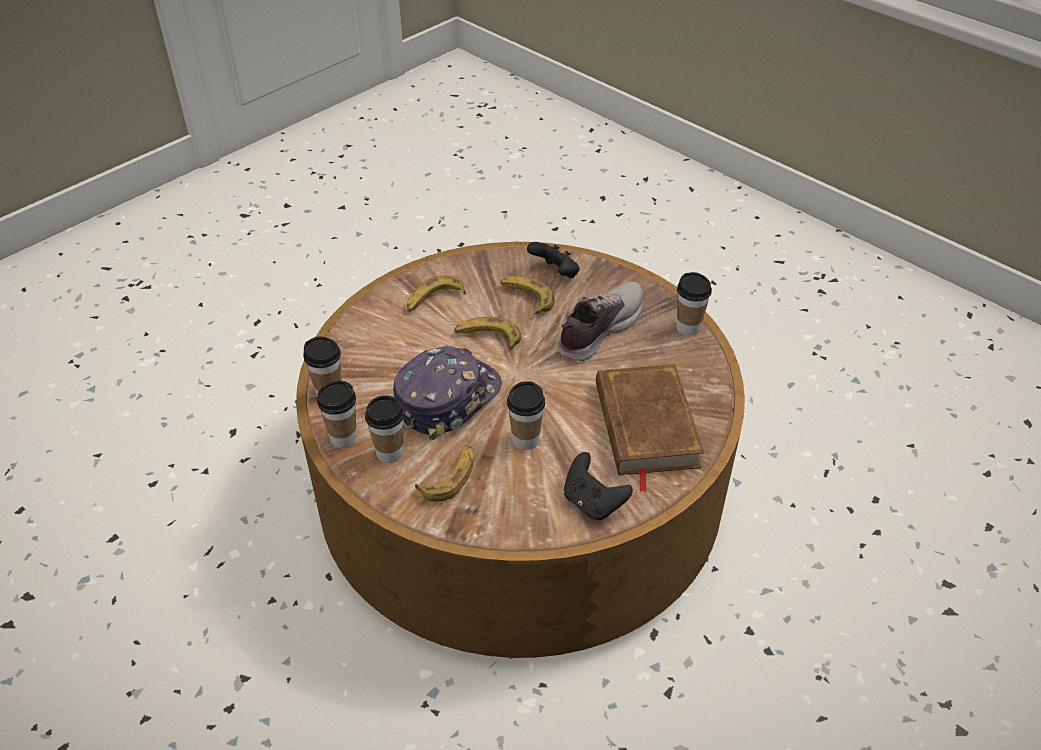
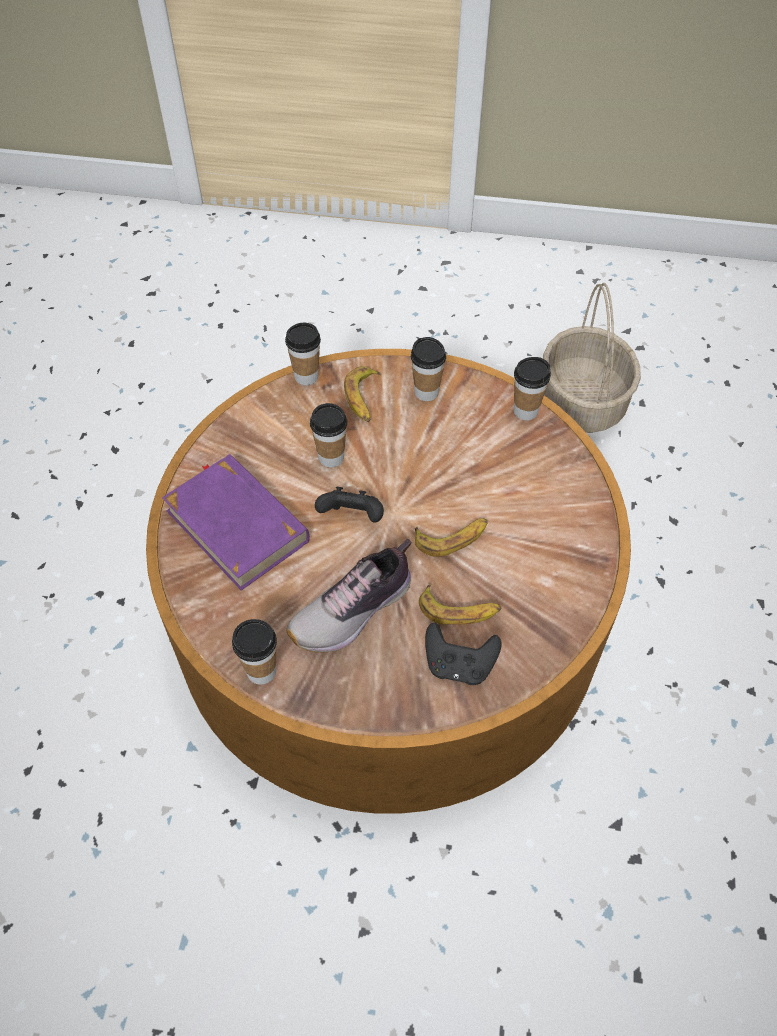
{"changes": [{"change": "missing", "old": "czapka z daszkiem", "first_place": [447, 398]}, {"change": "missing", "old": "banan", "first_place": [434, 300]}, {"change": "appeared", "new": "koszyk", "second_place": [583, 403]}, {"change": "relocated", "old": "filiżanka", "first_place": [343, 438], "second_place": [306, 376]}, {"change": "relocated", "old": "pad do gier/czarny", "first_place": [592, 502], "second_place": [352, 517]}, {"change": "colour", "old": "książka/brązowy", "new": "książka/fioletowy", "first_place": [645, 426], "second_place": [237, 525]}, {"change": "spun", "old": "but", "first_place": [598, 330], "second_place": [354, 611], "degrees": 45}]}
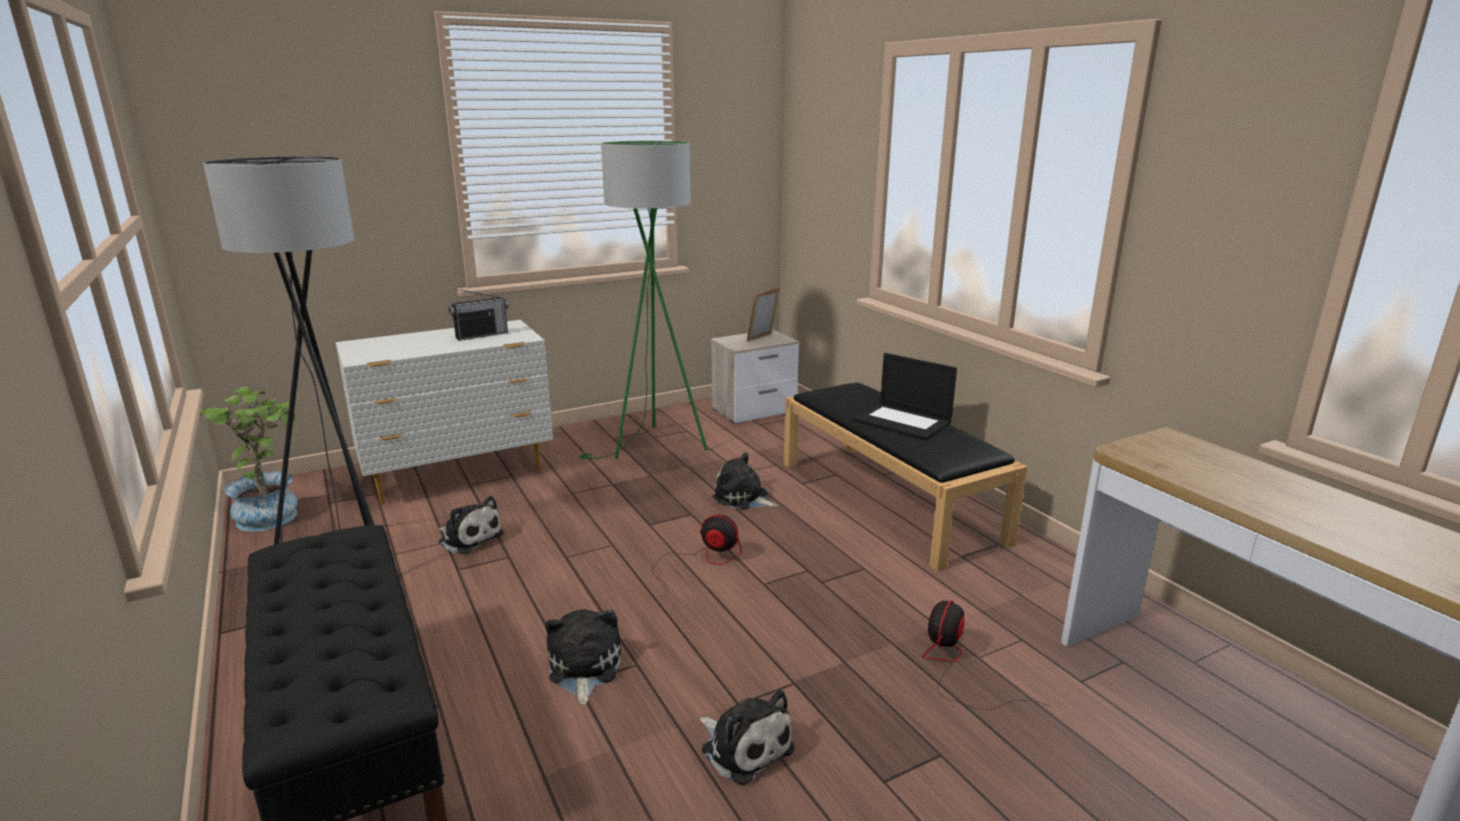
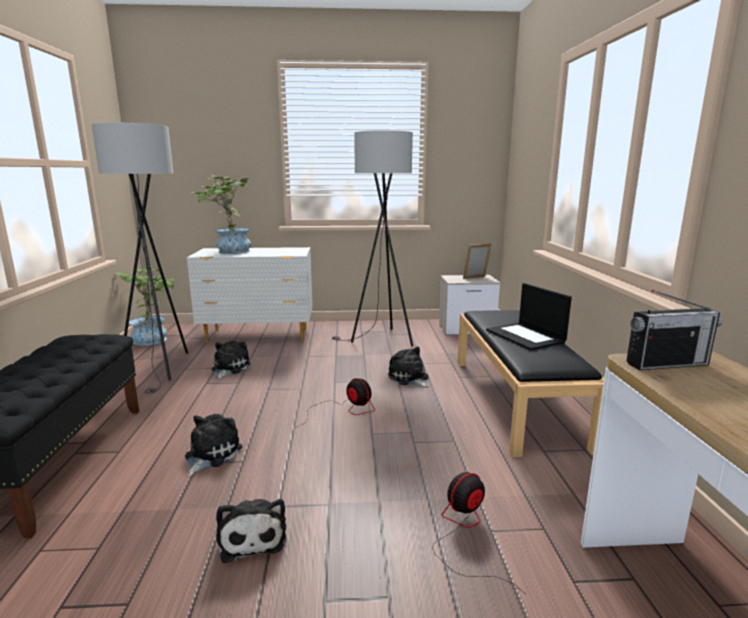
{"changes": [{"change": "appeared", "new": "roślina doniczkowa", "second_place": [229, 251]}, {"change": "relocated", "old": "radio", "first_place": [481, 335], "second_place": [666, 364]}, {"change": "colour", "old": "lampa stojąca/zielony", "new": "lampa stojąca/szary", "first_place": [653, 447], "second_place": [380, 340]}, {"change": "spun", "old": "pluszak", "first_place": [469, 538], "second_place": [229, 368], "degrees": -135}]}
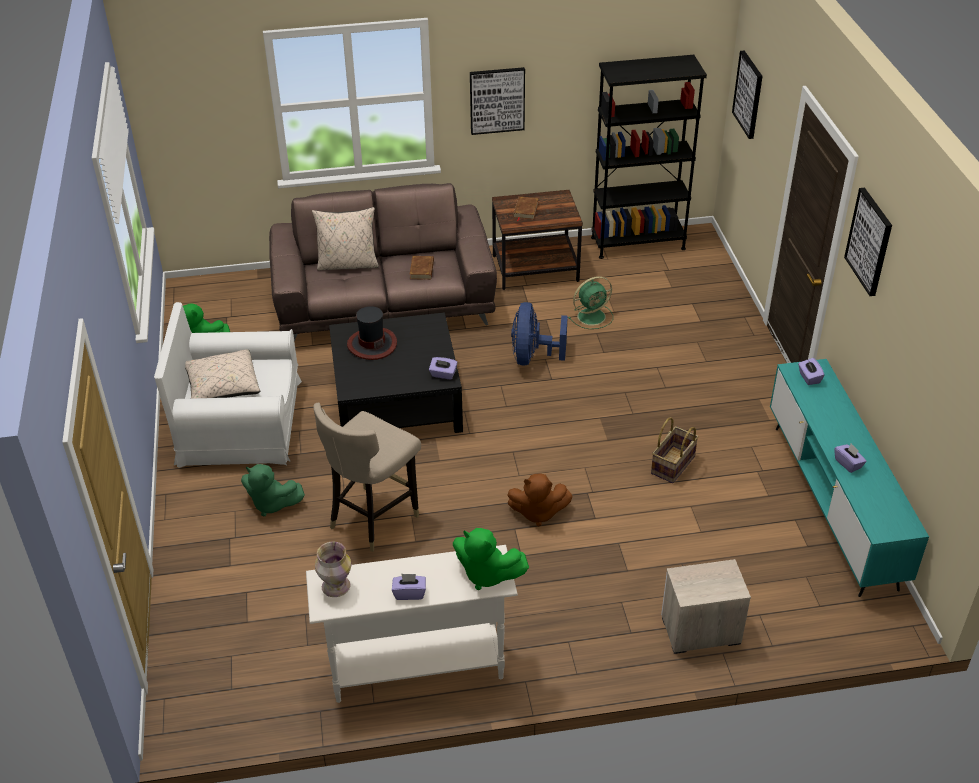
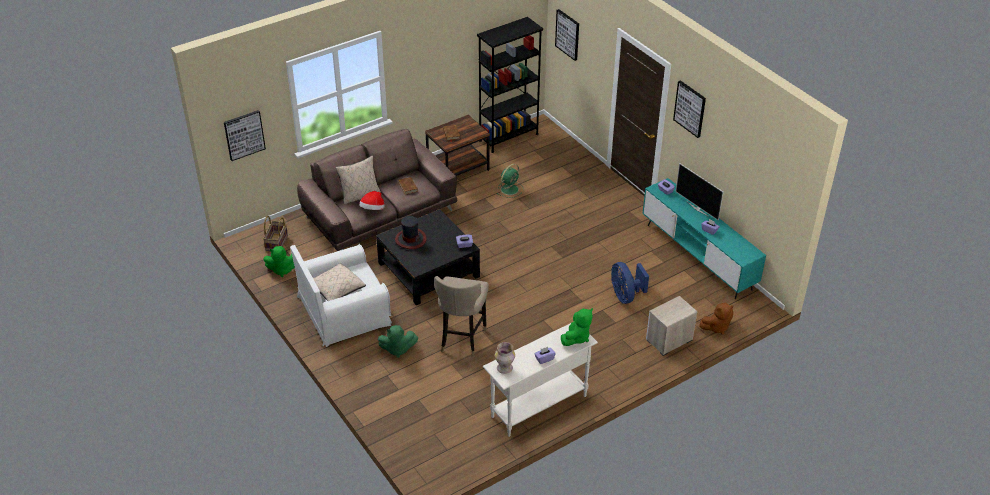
{"changes": [{"change": "appeared", "new": "kapelusz", "second_place": [373, 209]}, {"change": "appeared", "new": "telewizor", "second_place": [698, 208]}, {"change": "relocated", "old": "obraz", "first_place": [497, 100], "second_place": [244, 135]}, {"change": "relocated", "old": "pluszak/brązowy", "first_place": [538, 512], "second_place": [716, 327]}, {"change": "relocated", "old": "wentylator/niebieski", "first_place": [533, 357], "second_place": [625, 295]}, {"change": "relocated", "old": "koszyk", "first_place": [673, 465], "second_place": [277, 243]}, {"change": "spun", "old": "pluszak/zielony", "first_place": [486, 574], "second_place": [576, 337], "degrees": -60}]}
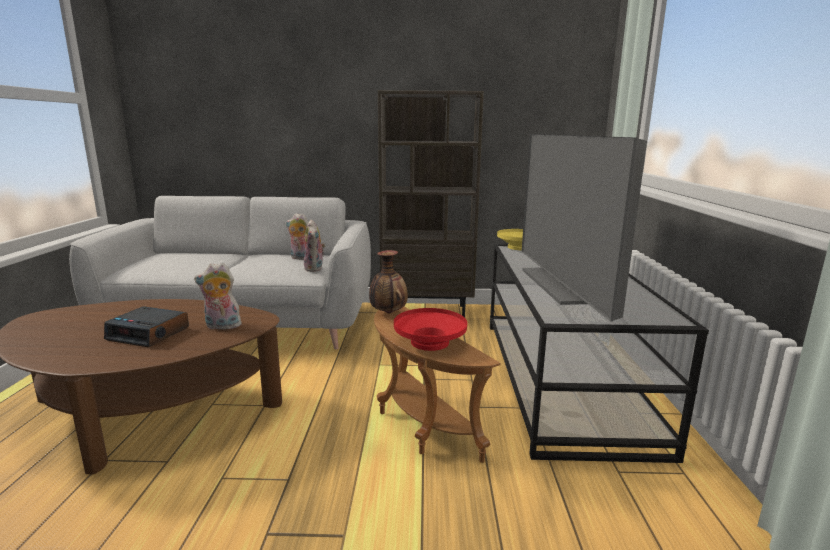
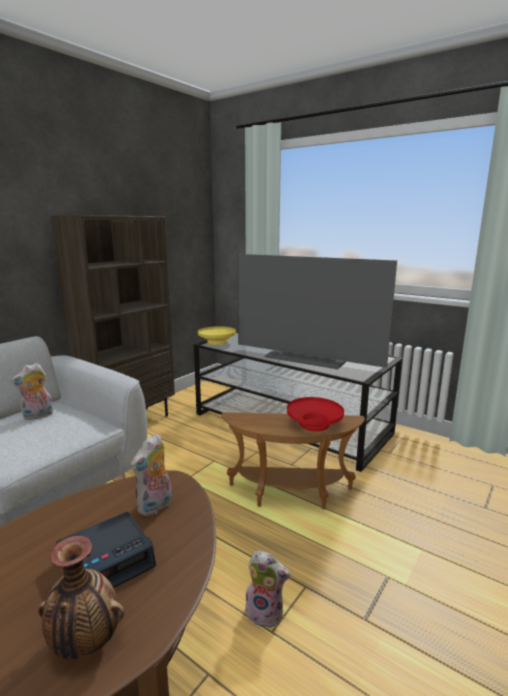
{"changes": [{"change": "relocated", "old": "pluszak", "first_place": [315, 268], "second_place": [266, 612]}, {"change": "relocated", "old": "wazon", "first_place": [388, 313], "second_place": [85, 643]}]}
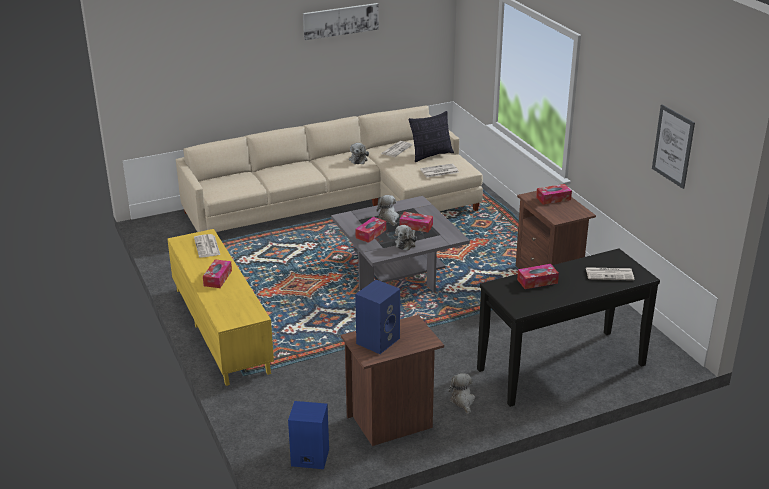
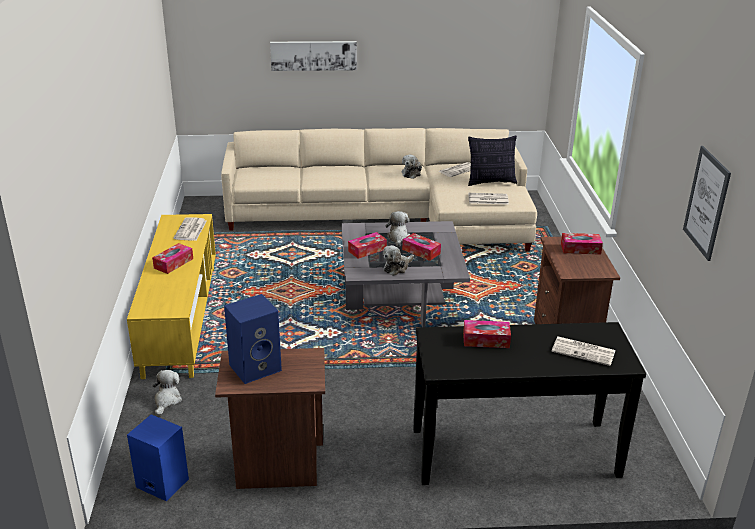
{"changes": [{"change": "relocated", "old": "obraz", "first_place": [340, 21], "second_place": [313, 55]}, {"change": "relocated", "old": "pluszak", "first_place": [463, 401], "second_place": [167, 400]}]}
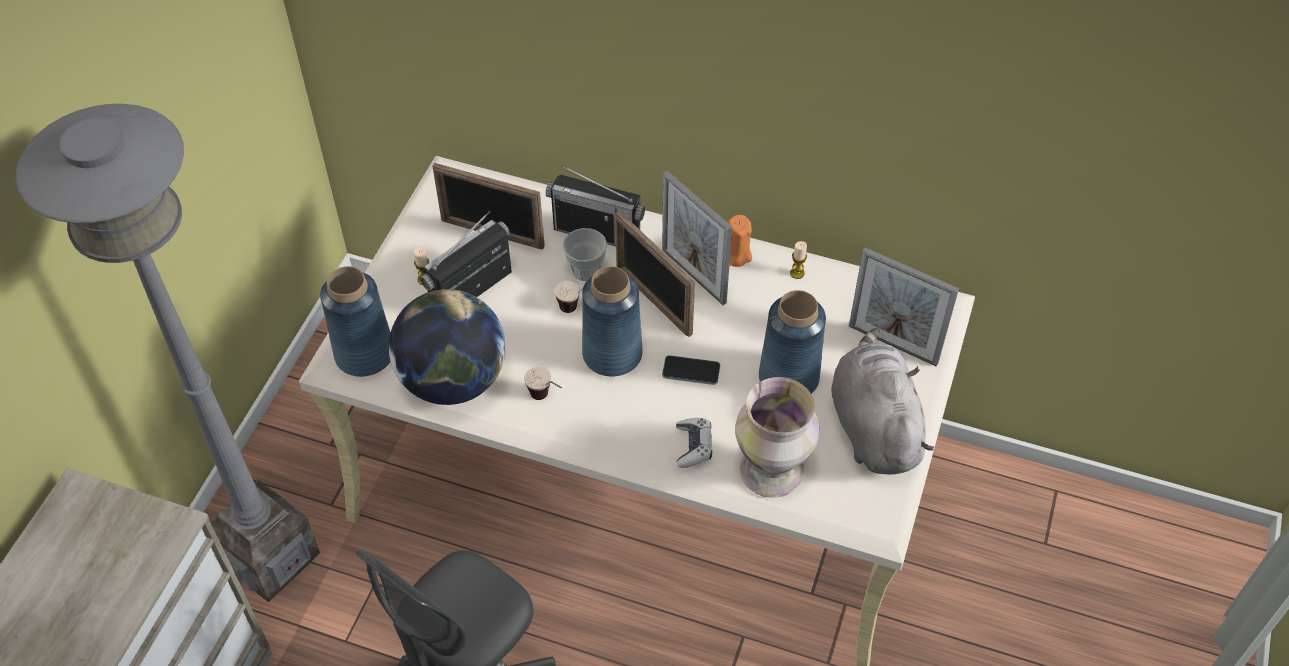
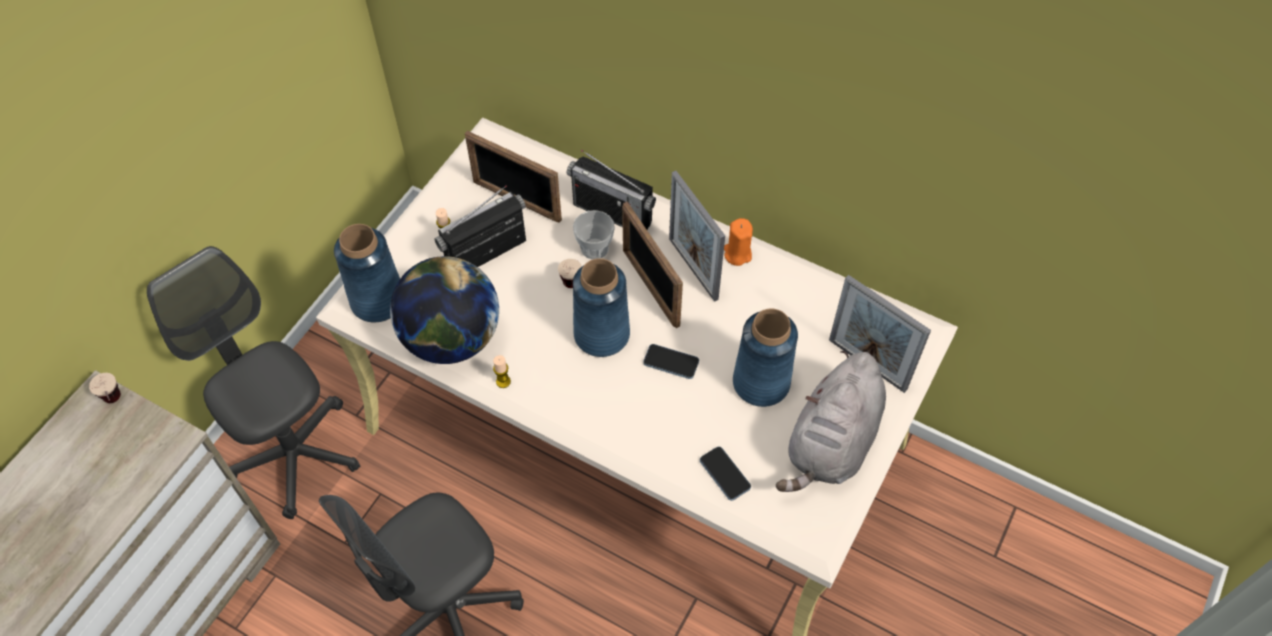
{"changes": [{"change": "missing", "old": "pad do gier", "first_place": [693, 446]}, {"change": "relocated", "old": "filiżanka", "first_place": [546, 399], "second_place": [116, 403]}, {"change": "relocated", "old": "świeca", "first_place": [797, 273], "second_place": [503, 381]}, {"change": "exchanged", "old": "lampa stojąca/szary", "new": "krzesło biurowe/szary", "first_place": [270, 557], "second_place": [295, 455]}, {"change": "exchanged", "old": "wazon", "new": "telefon", "first_place": [771, 472], "second_place": [725, 474]}, {"change": "spun", "old": "pluszak/szary", "first_place": [873, 426], "second_place": [831, 443], "degrees": -150}]}
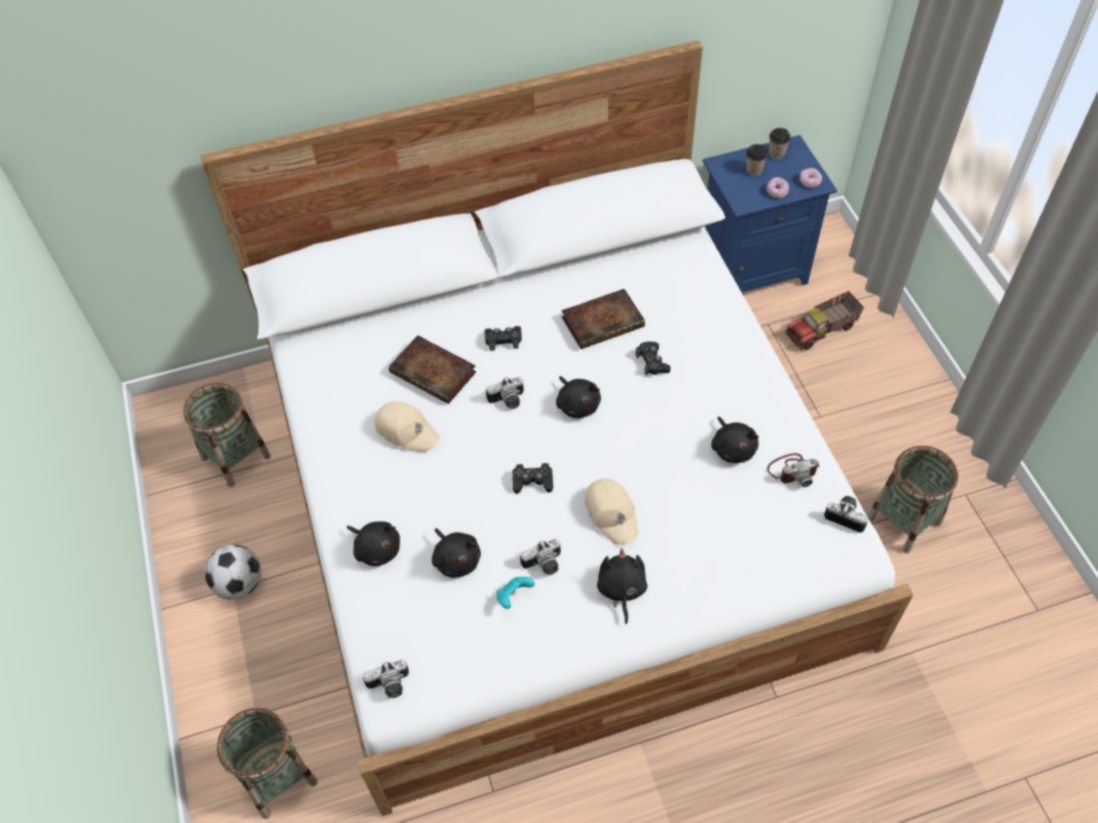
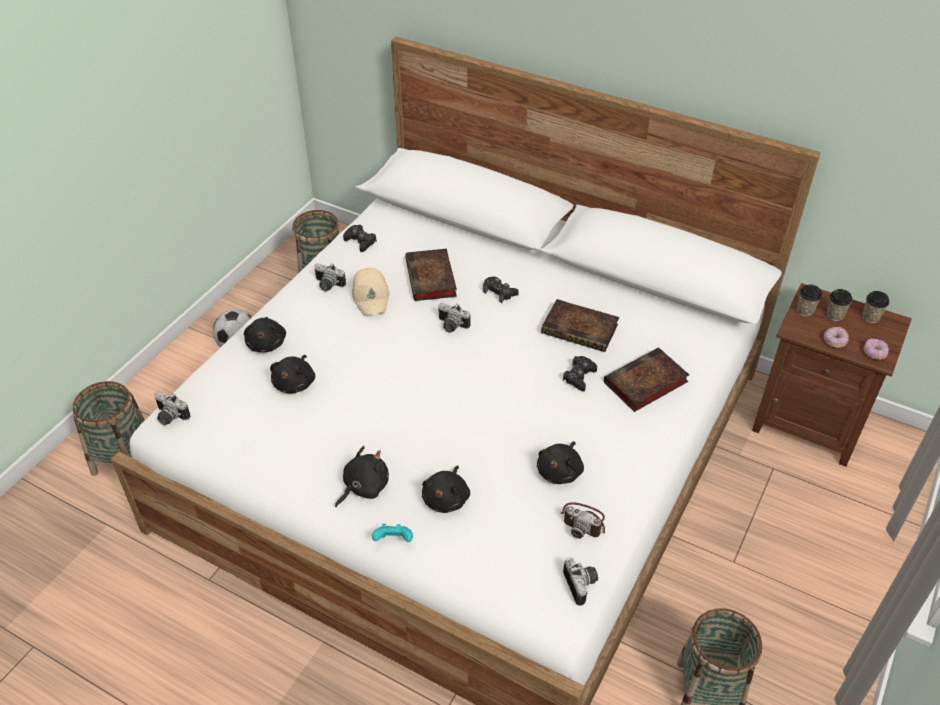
{"changes": [{"change": "missing", "old": "czapka z daszkiem/beżowy", "first_place": [612, 513]}, {"change": "missing", "old": "ciężarówka zabawkowa", "first_place": [822, 330]}, {"change": "appeared", "new": "książka", "second_place": [644, 384]}, {"change": "appeared", "new": "filiżanka", "second_place": [804, 311]}, {"change": "relocated", "old": "pad do gier/turkusowy", "first_place": [514, 596], "second_place": [394, 540]}, {"change": "relocated", "old": "pad do gier/czarny", "first_place": [532, 481], "second_place": [360, 241]}, {"change": "relocated", "old": "aparat fotograficzny", "first_place": [544, 565], "second_place": [328, 285]}, {"change": "relocated", "old": "pluszak/czarny", "first_place": [577, 404], "second_place": [447, 498]}, {"change": "colour", "old": "szafka nocna/niebieski", "new": "szafka nocna/brązowy", "first_place": [751, 269], "second_place": [808, 422]}]}
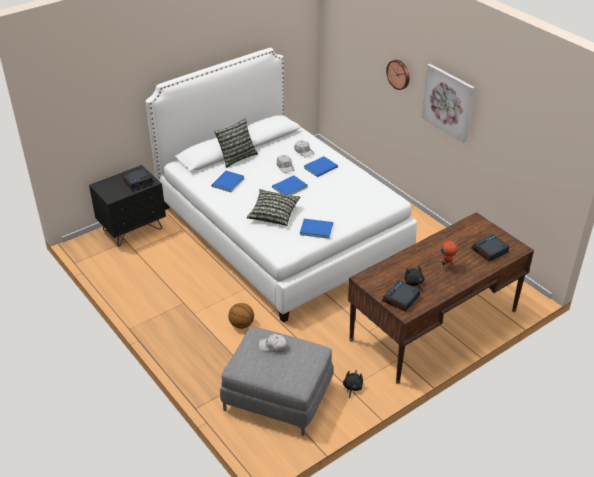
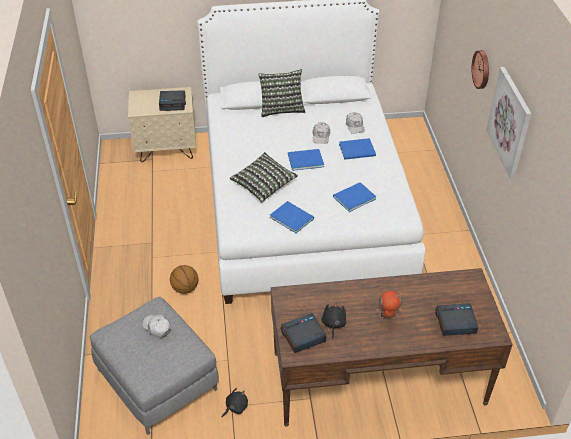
{"changes": [{"change": "relocated", "old": "książka/niebieski", "first_place": [227, 182], "second_place": [353, 197]}, {"change": "colour", "old": "szafka nocna/czarny", "new": "szafka nocna/beżowy", "first_place": [132, 229], "second_place": [167, 150]}]}
